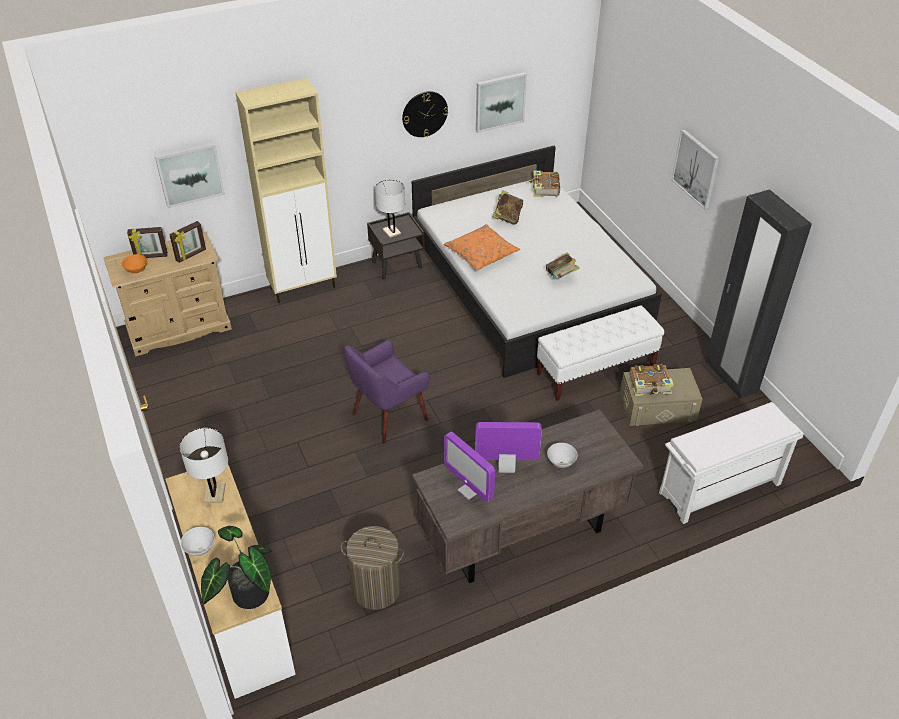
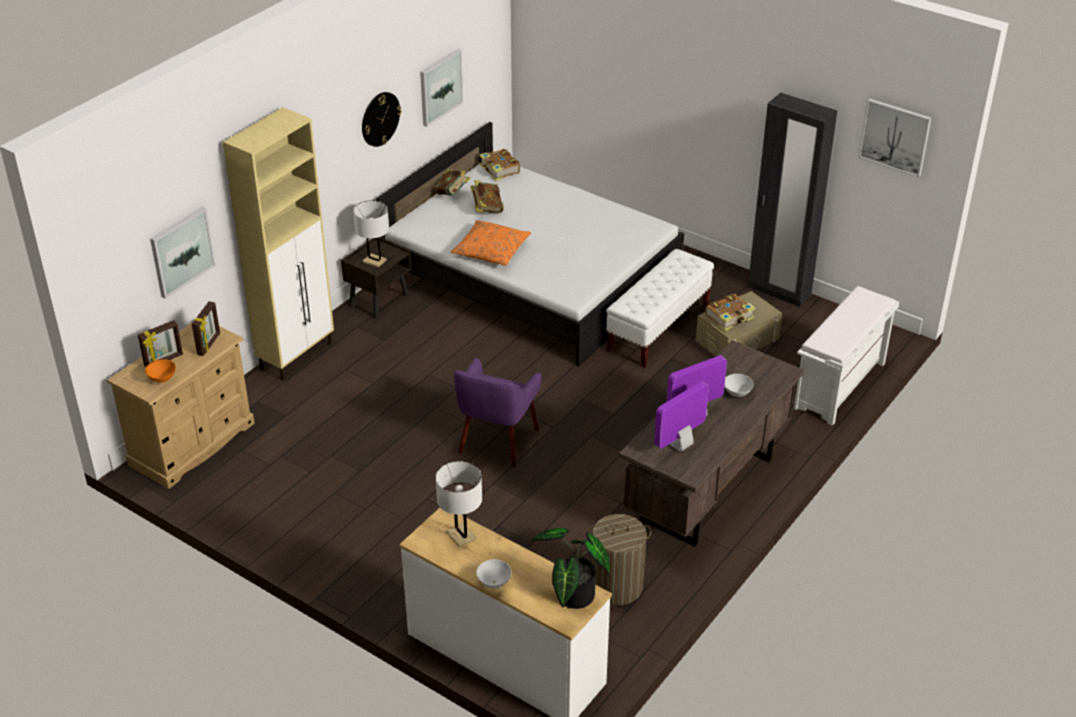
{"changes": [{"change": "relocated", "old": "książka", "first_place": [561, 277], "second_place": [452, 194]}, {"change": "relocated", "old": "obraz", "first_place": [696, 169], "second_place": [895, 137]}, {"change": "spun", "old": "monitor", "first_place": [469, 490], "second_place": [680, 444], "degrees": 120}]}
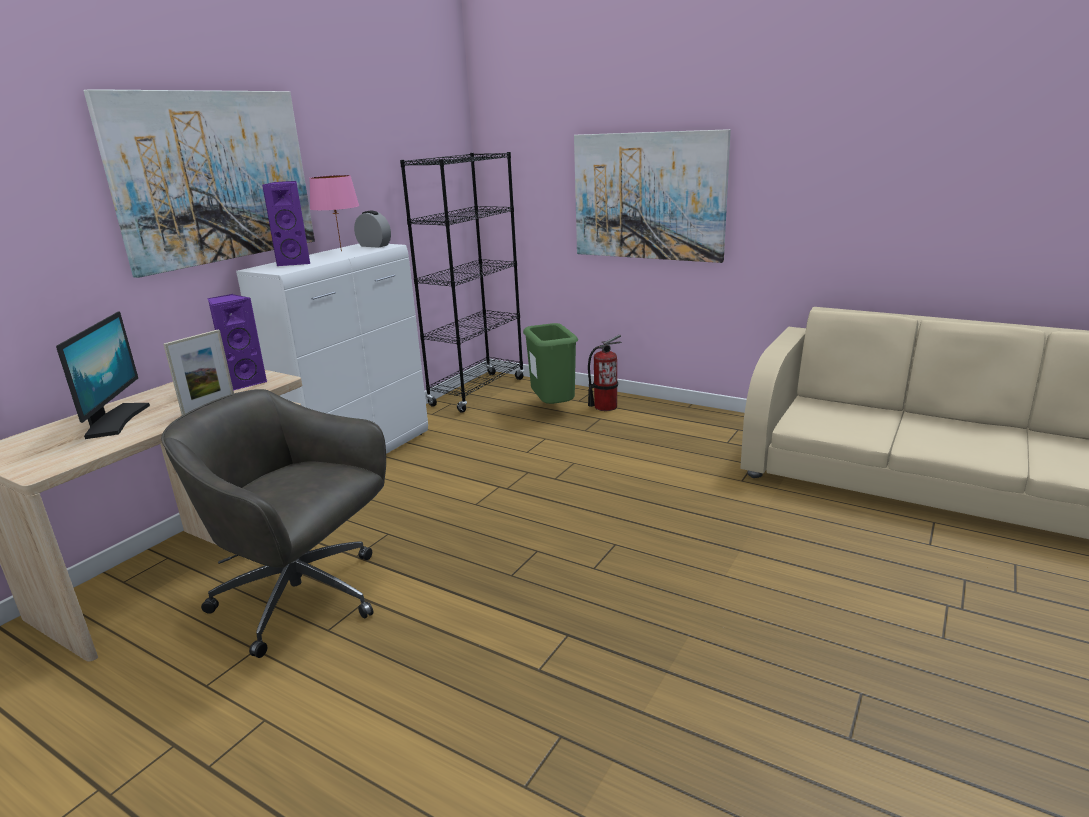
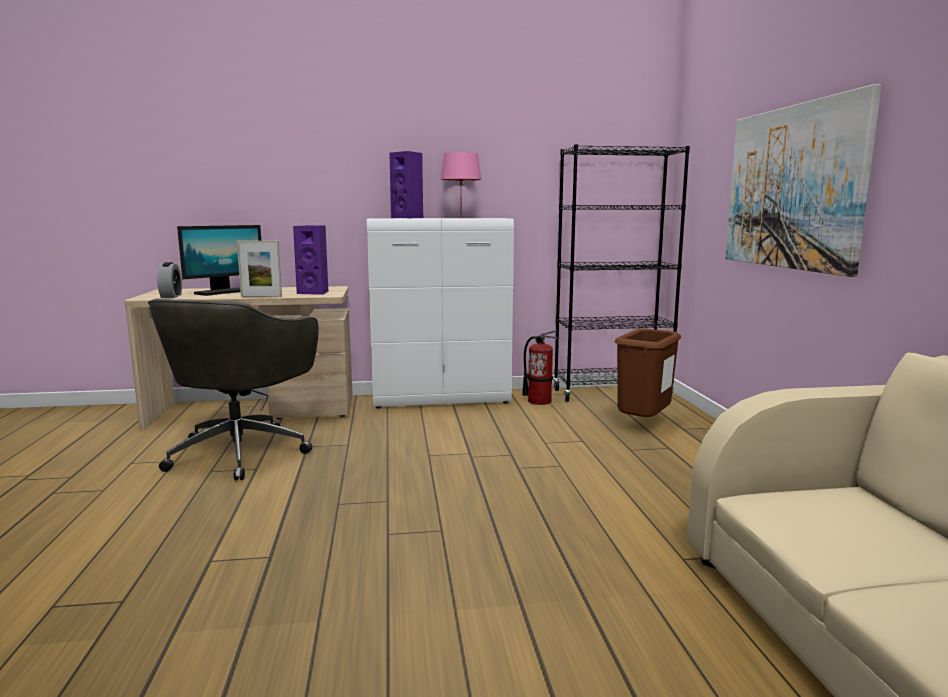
{"changes": [{"change": "missing", "old": "obraz", "first_place": [214, 177]}, {"change": "relocated", "old": "budzik", "first_place": [374, 246], "second_place": [171, 296]}, {"change": "relocated", "old": "gaśnica", "first_place": [605, 406], "second_place": [539, 401]}, {"change": "colour", "old": "kosz na śmieci/zielony", "new": "kosz na śmieci/brązowy", "first_place": [553, 409], "second_place": [644, 426]}, {"change": "spun", "old": "krzesło biurowe/szary", "first_place": [304, 598], "second_place": [241, 452], "degrees": -150}]}
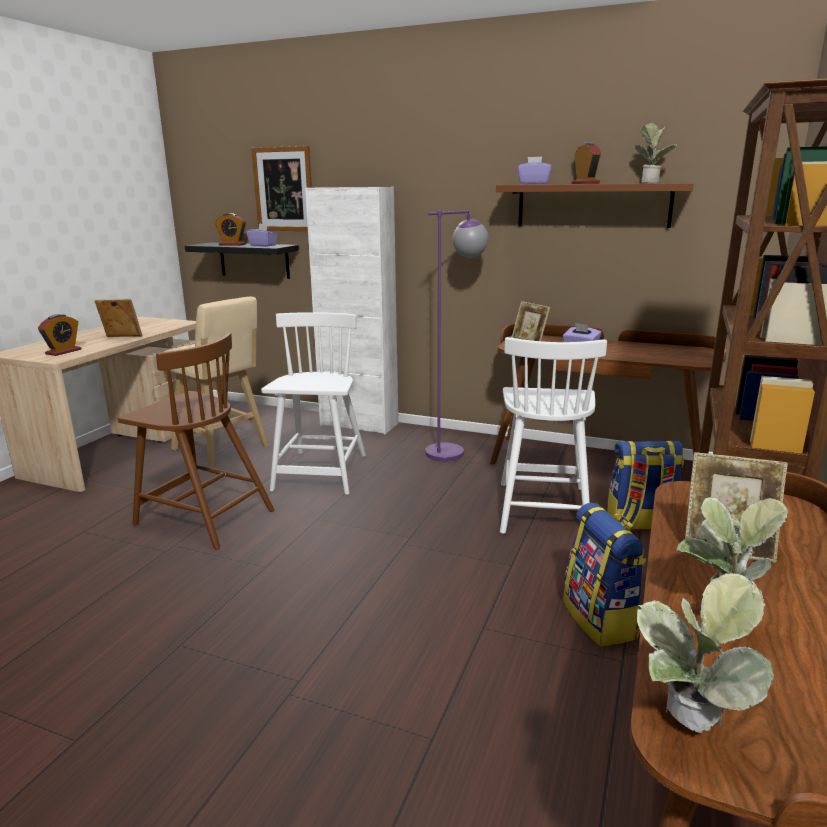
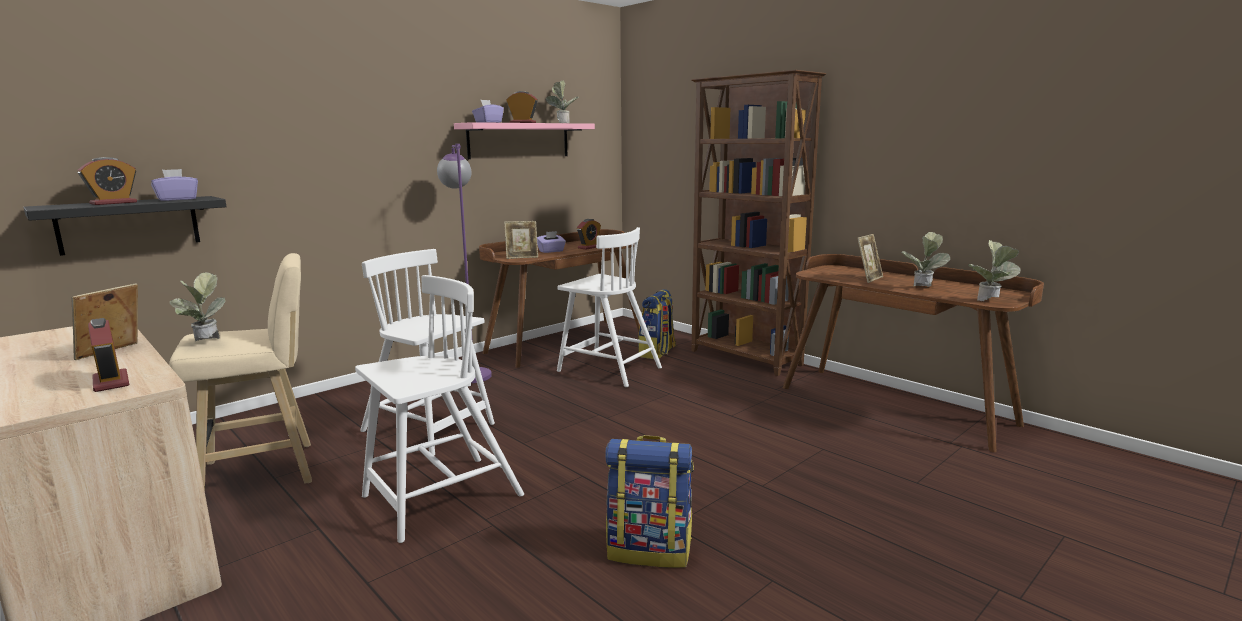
{"changes": [{"change": "missing", "old": "obraz", "first_place": [283, 189]}, {"change": "missing", "old": "szafka/biały", "first_place": [359, 424]}, {"change": "appeared", "new": "roślina doniczkowa", "second_place": [204, 343]}, {"change": "appeared", "new": "budzik", "second_place": [589, 247]}, {"change": "relocated", "old": "plecak", "first_place": [601, 620], "second_place": [650, 550]}, {"change": "colour", "old": "krzesło/brązowy", "new": "krzesło/biały", "first_place": [203, 517], "second_place": [440, 498]}, {"change": "colour", "old": "półka/brązowy", "new": "półka/różowy", "first_place": [593, 205], "second_place": [519, 140]}]}
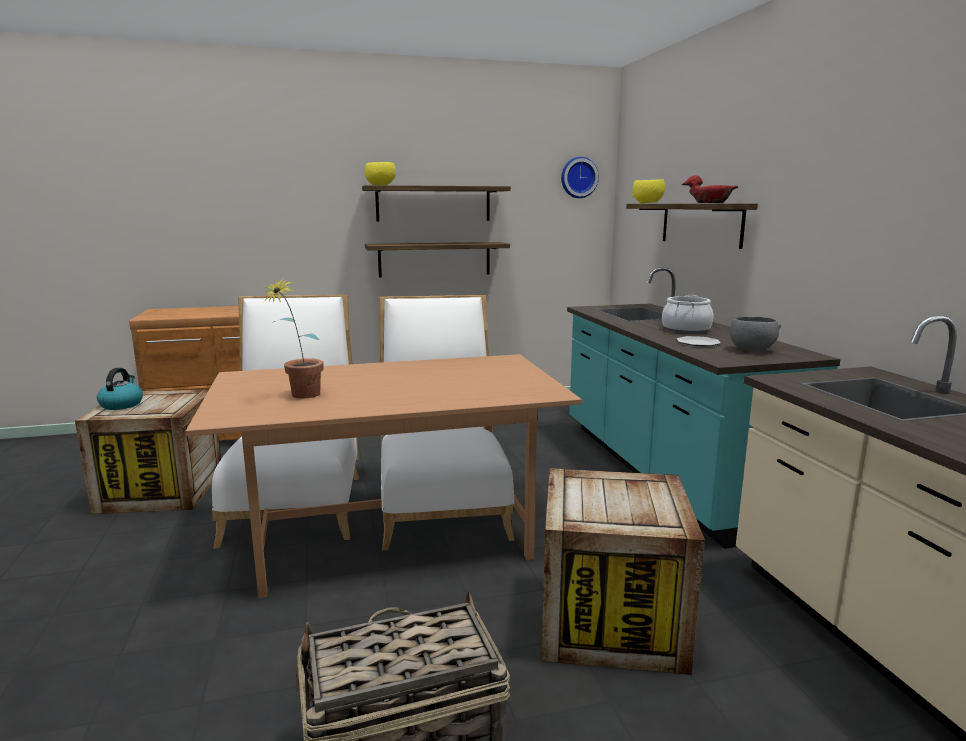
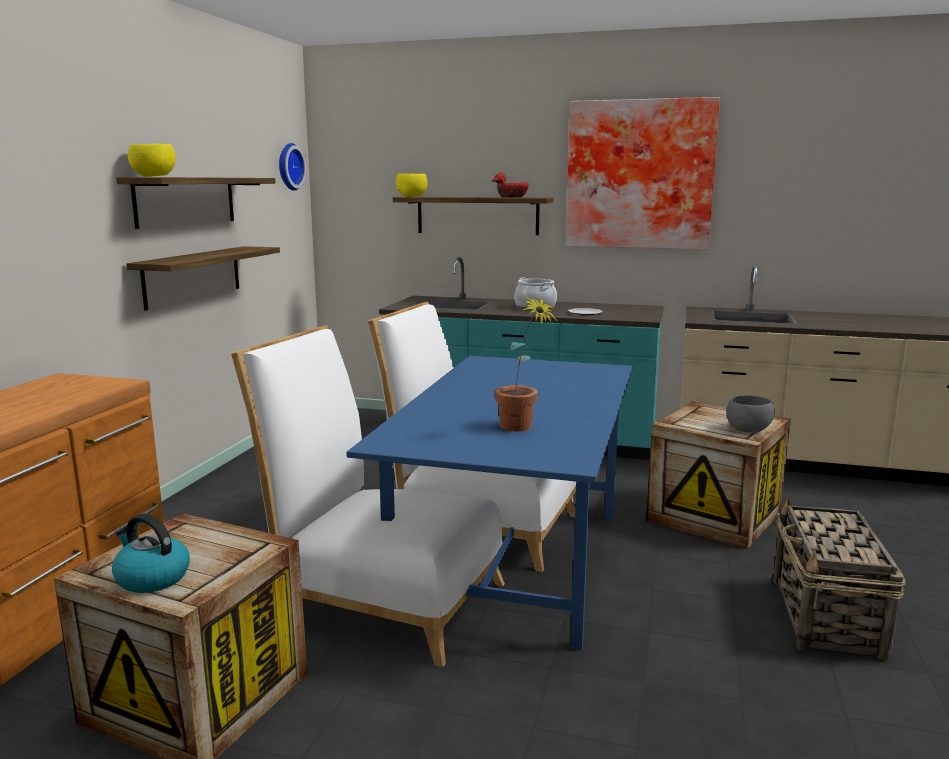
{"changes": [{"change": "appeared", "new": "obraz", "second_place": [640, 175]}, {"change": "relocated", "old": "miska/szary", "first_place": [750, 350], "second_place": [747, 430]}, {"change": "colour", "old": "stół jadalny/brązowy", "new": "stół jadalny/niebieski", "first_place": [394, 532], "second_place": [512, 559]}]}
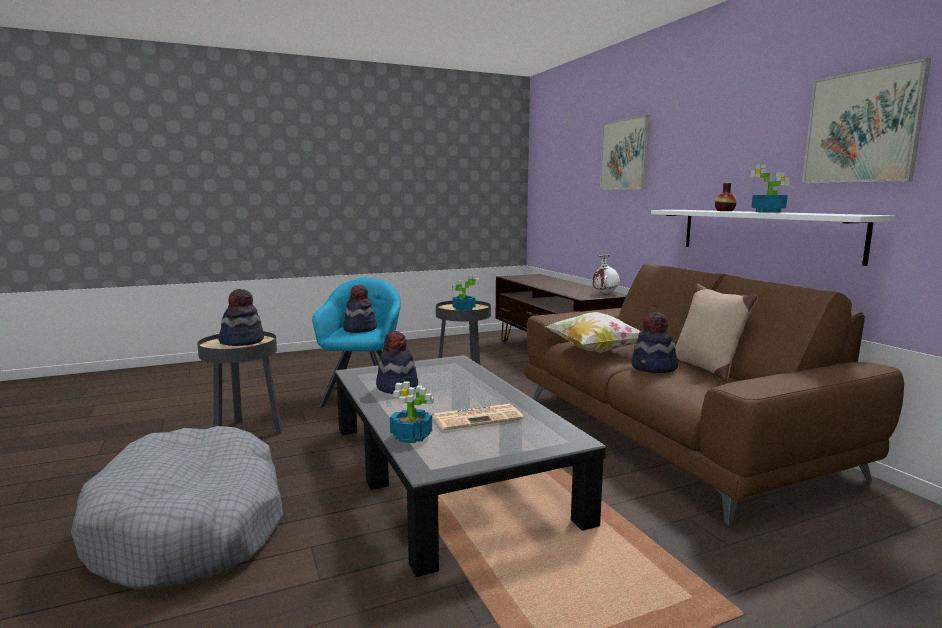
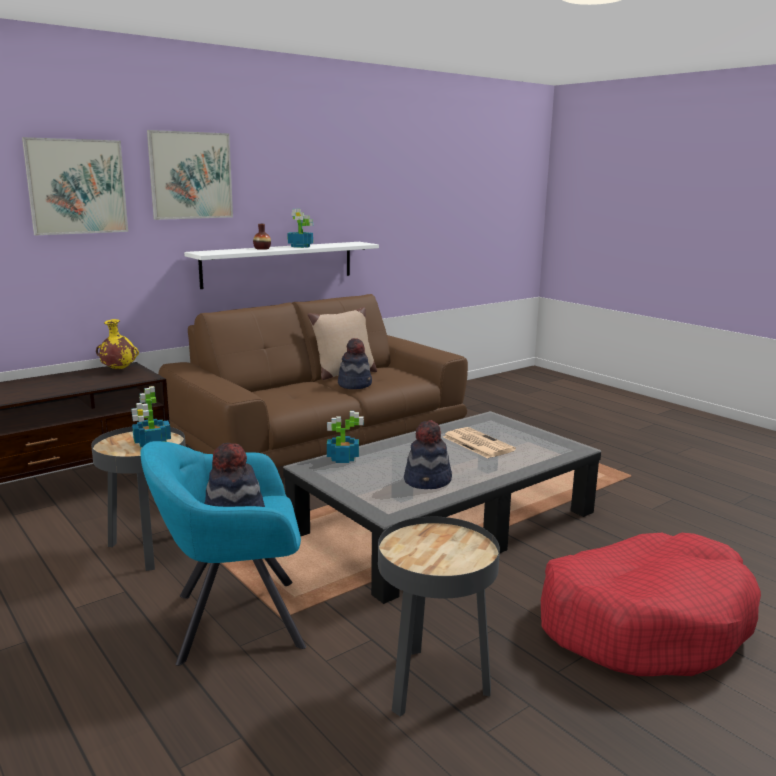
{"changes": [{"change": "missing", "old": "kapelusz", "first_place": [242, 341]}, {"change": "missing", "old": "poduszka", "first_place": [595, 351]}, {"change": "relocated", "old": "roślina doniczkowa", "first_place": [412, 436], "second_place": [342, 458]}, {"change": "relocated", "old": "obraz", "first_place": [861, 127], "second_place": [191, 175]}, {"change": "colour", "old": "legowisko/szary", "new": "legowisko/czerwony", "first_place": [191, 527], "second_place": [644, 623]}, {"change": "colour", "old": "wazon/biały", "new": "wazon/żółty", "first_place": [605, 293], "second_place": [118, 370]}]}
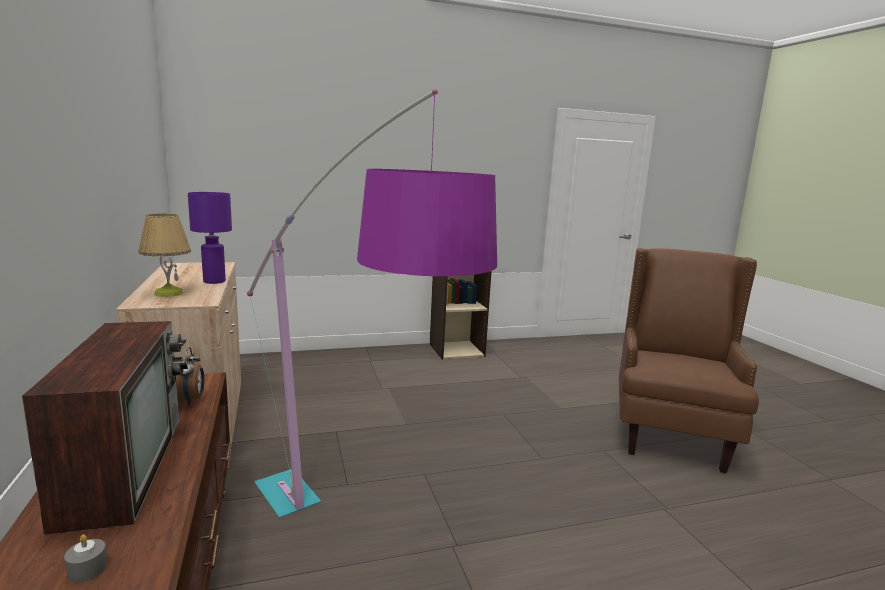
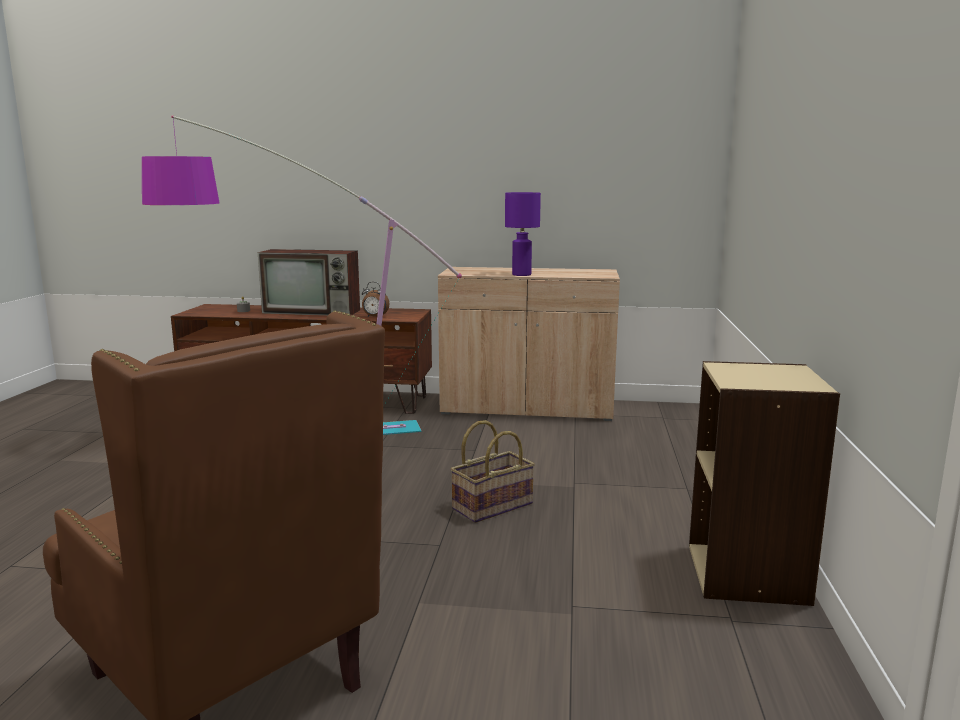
{"changes": [{"change": "missing", "old": "lampa stołowa", "first_place": [168, 293]}, {"change": "appeared", "new": "koszyk", "second_place": [492, 506]}]}
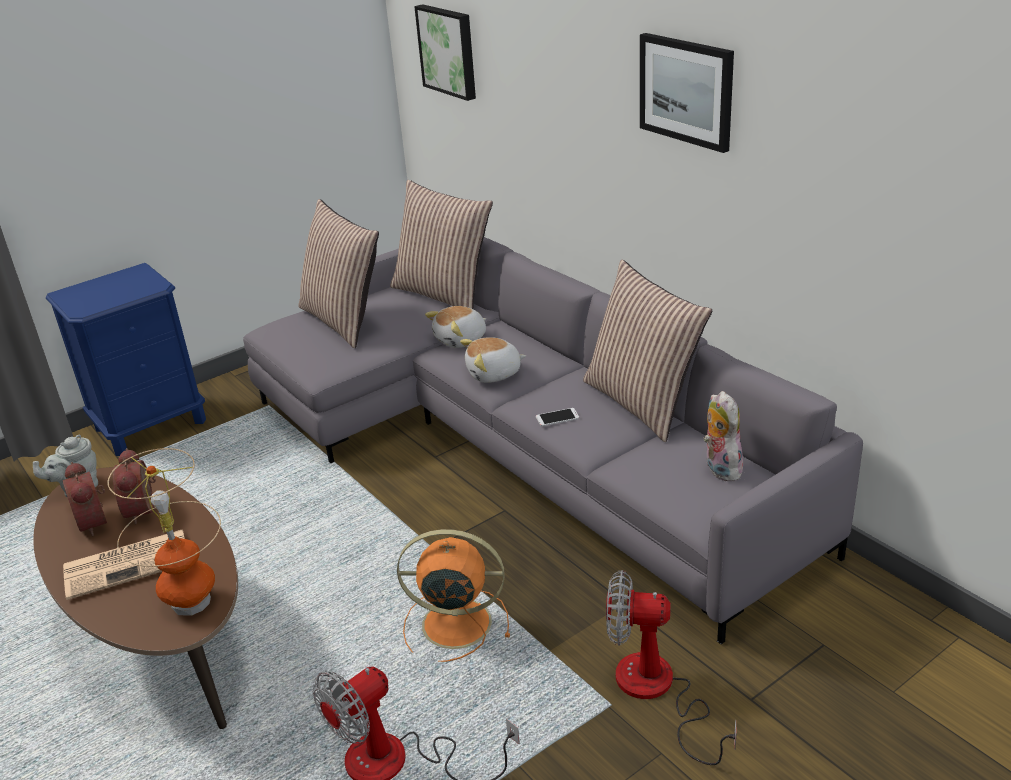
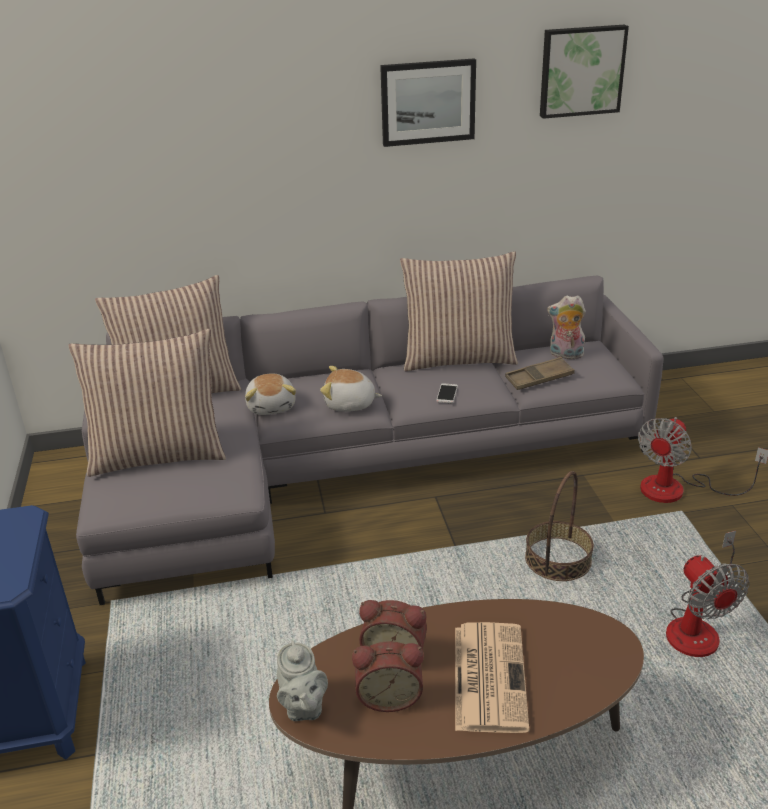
{"changes": [{"change": "missing", "old": "lampa stołowa", "first_place": [191, 602]}, {"change": "appeared", "new": "taca/brązowy", "second_place": [539, 378]}, {"change": "relocated", "old": "obraz", "first_place": [449, 51], "second_place": [581, 71]}, {"change": "exchanged", "old": "wentylator/pomarańczowy", "new": "koszyk", "first_place": [453, 623], "second_place": [558, 559]}, {"change": "spun", "old": "pluszak", "first_place": [494, 374], "second_place": [349, 404], "degrees": 90}]}
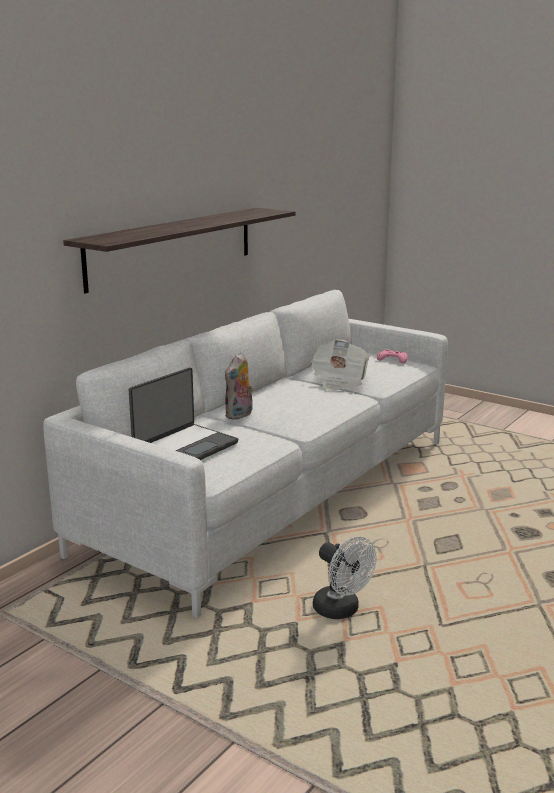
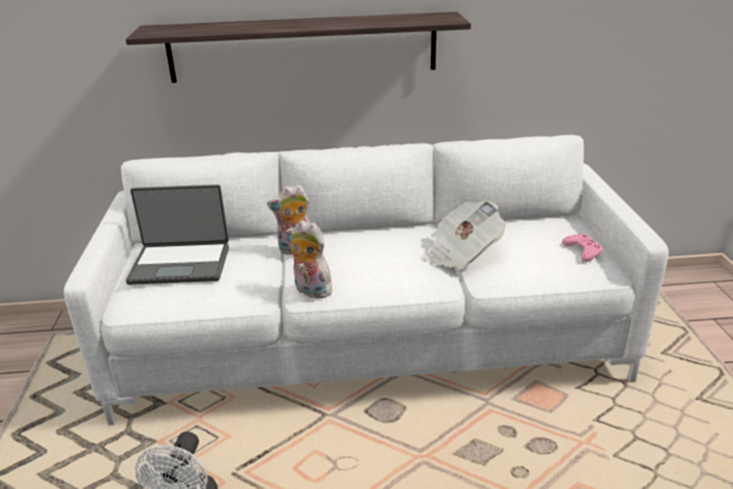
{"changes": [{"change": "appeared", "new": "pluszak", "second_place": [310, 291]}]}
